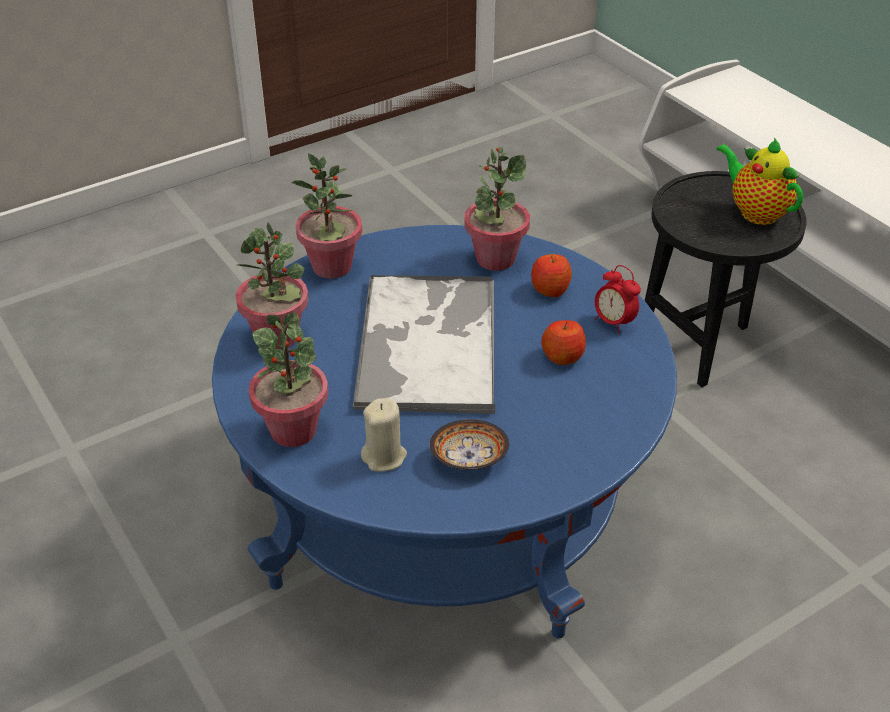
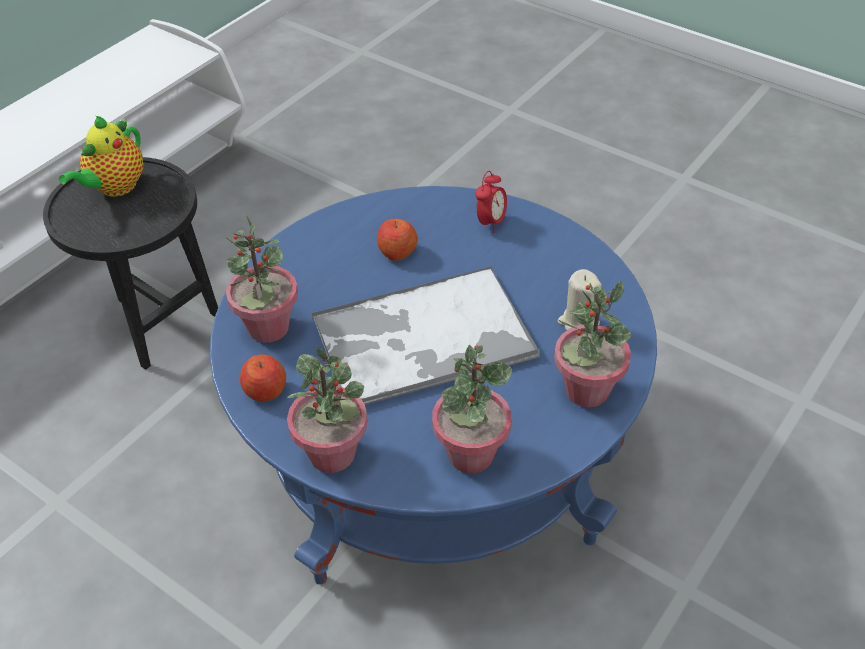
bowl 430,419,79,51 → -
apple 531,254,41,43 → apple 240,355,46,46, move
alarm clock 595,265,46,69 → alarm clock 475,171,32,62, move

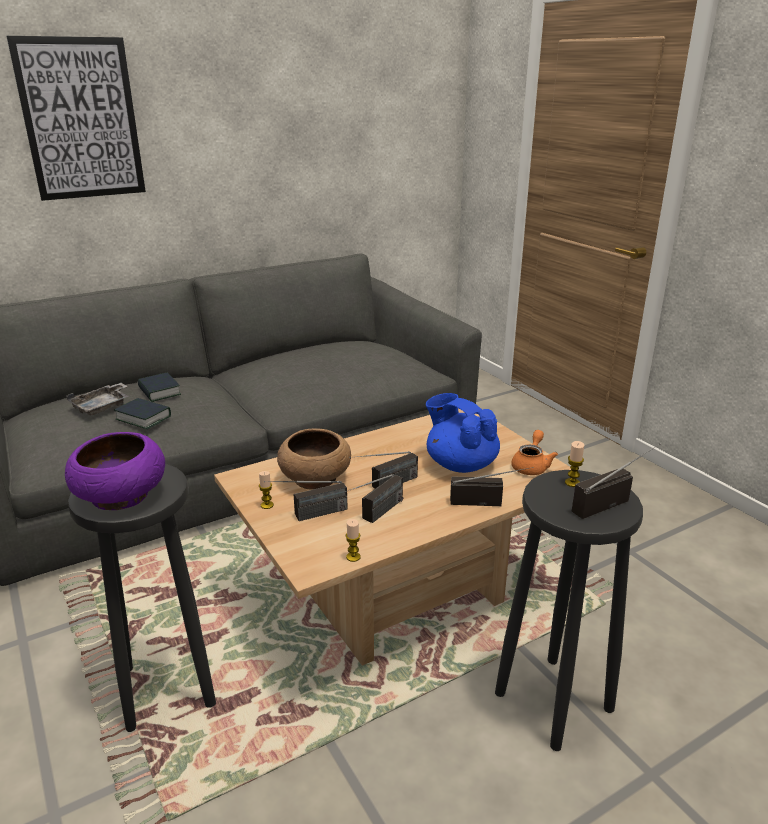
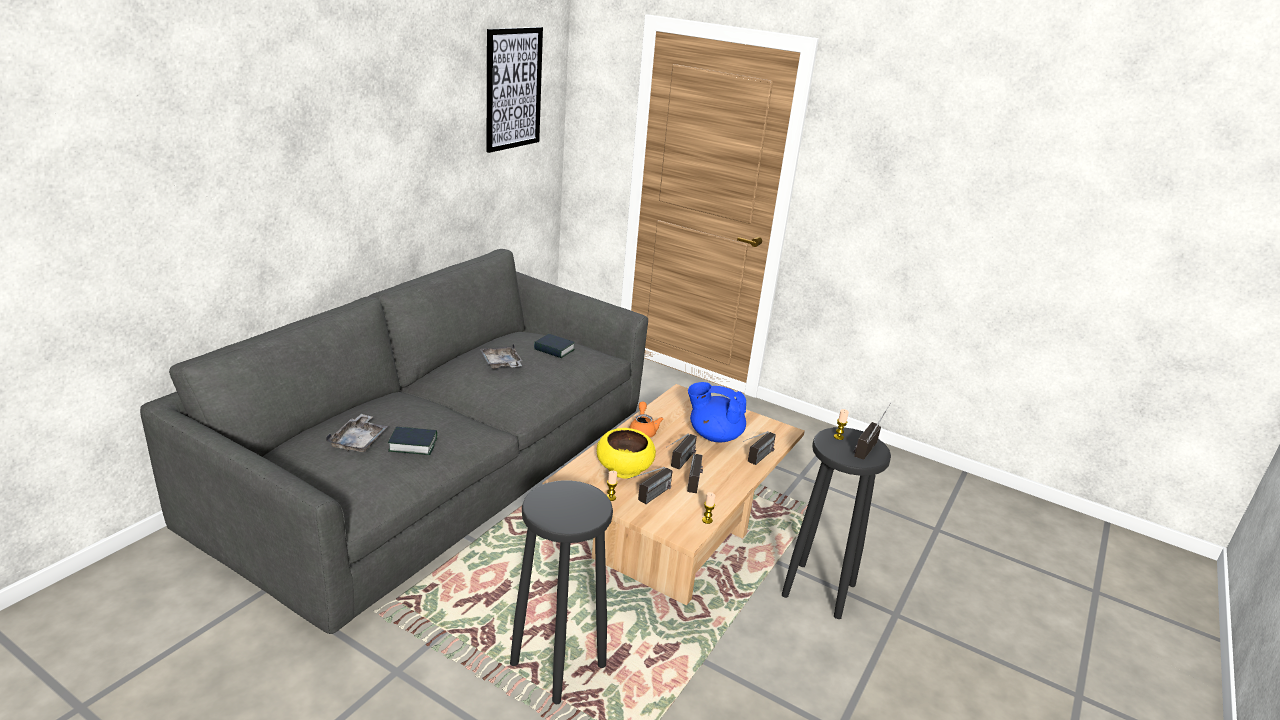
bowl (purple) 65,432,100,78 → -
- → tray (grey) 480,344,42,25
picture 6,36,140,165 → picture 487,27,56,126, move
book 138,373,43,29 → book 534,334,41,24, move
teapot (orange) 512,430,46,45 → teapot (orange) 629,402,34,35, move
bowl (brown) 277,428,74,62 → bowl (yellow) 596,428,60,51
radio 450,467,84,39 → radio 743,431,33,34, 150 degrees clockwise

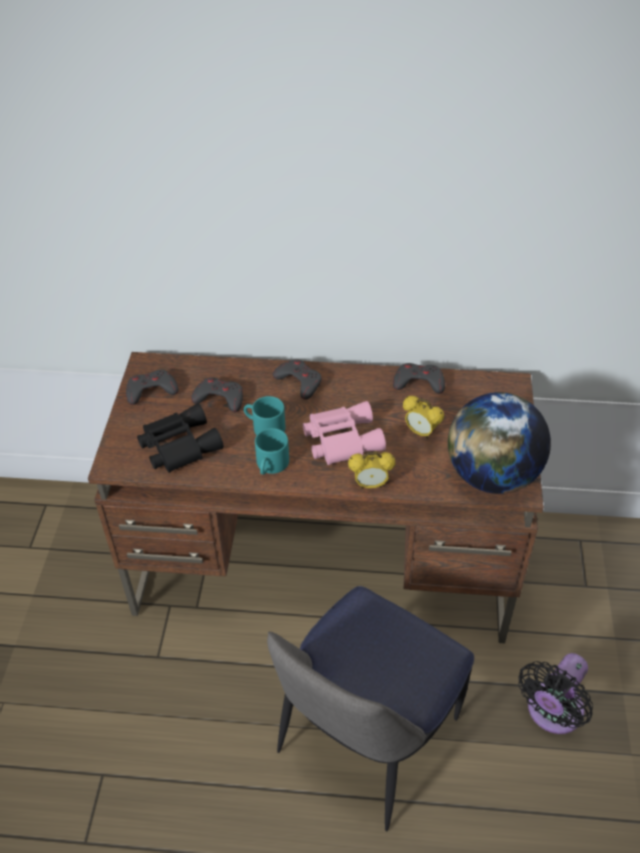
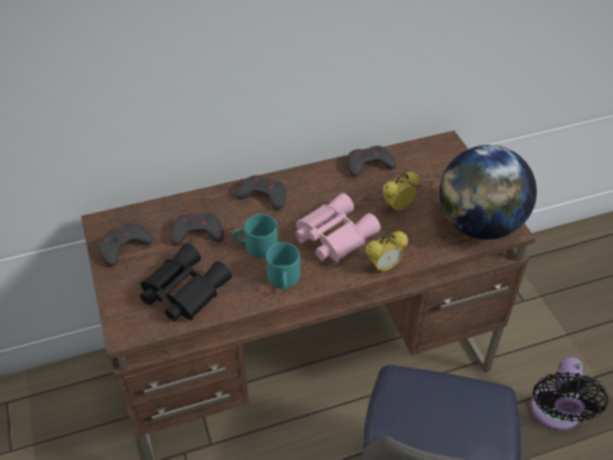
alarm clock 403,396,41,43 → alarm clock 382,172,38,39, 135 degrees clockwise

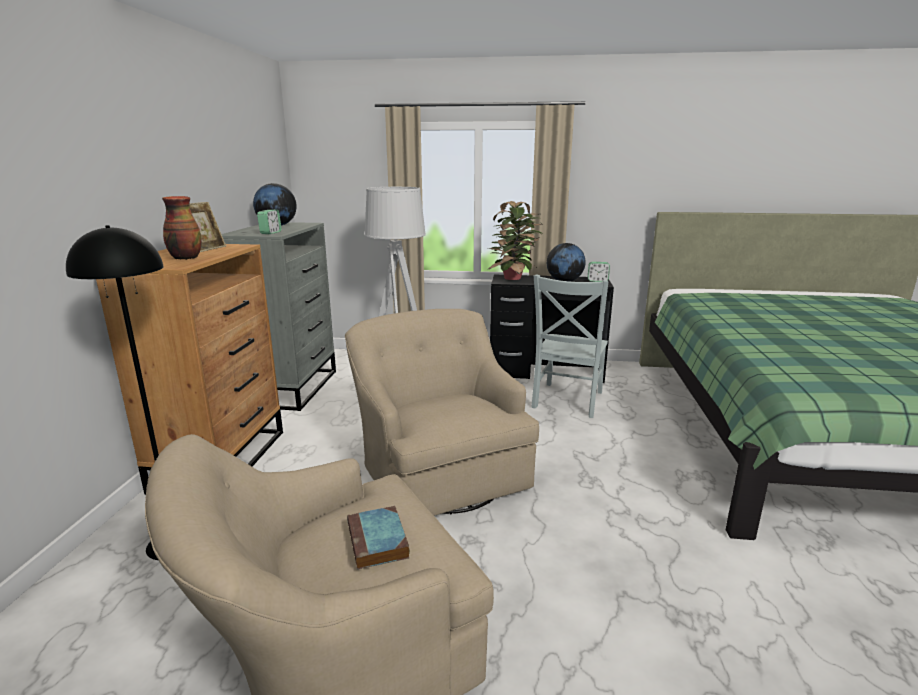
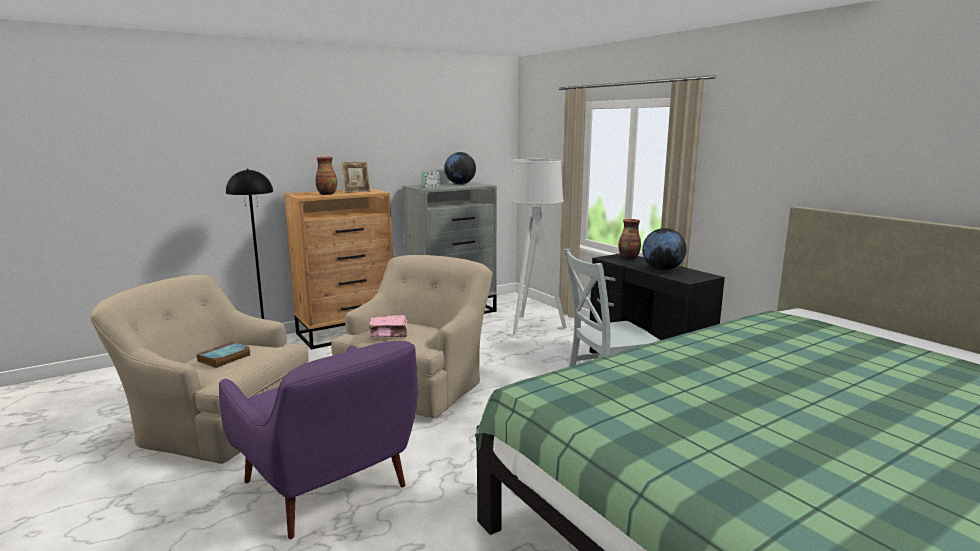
alarm clock 588,262,22,20 → -
- → armchair (purple) 219,341,199,198
- → book (pink) 369,315,38,22
potted plant 487,201,56,79 → vase 618,219,23,41

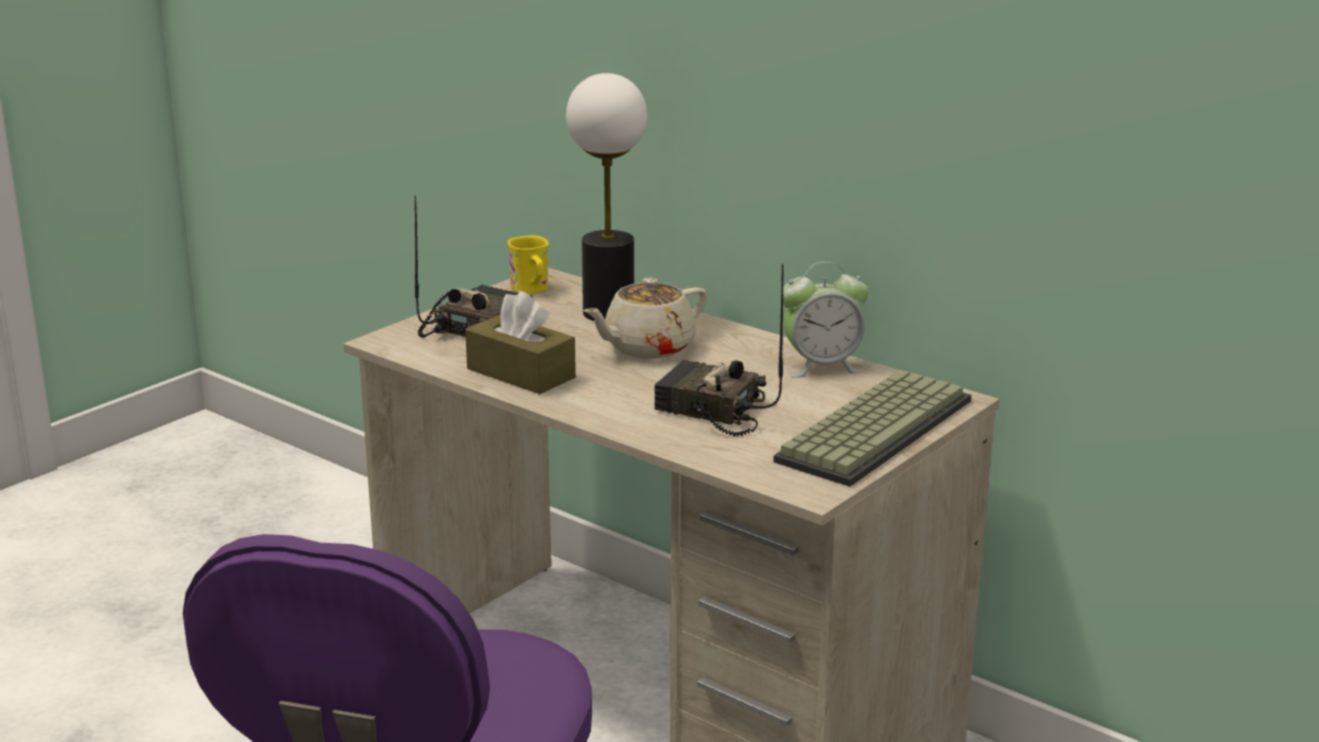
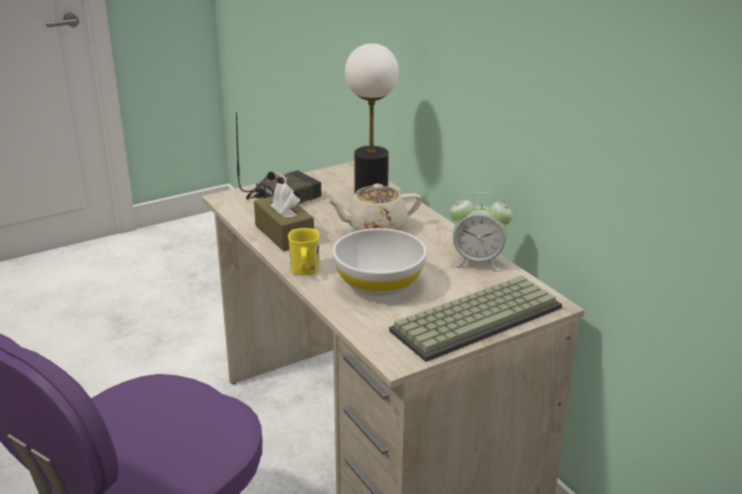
mug (yellow) 508,235,41,59 → mug (yellow) 288,228,32,47, move
radio 655,264,128,173 → bowl (white) 332,228,95,68

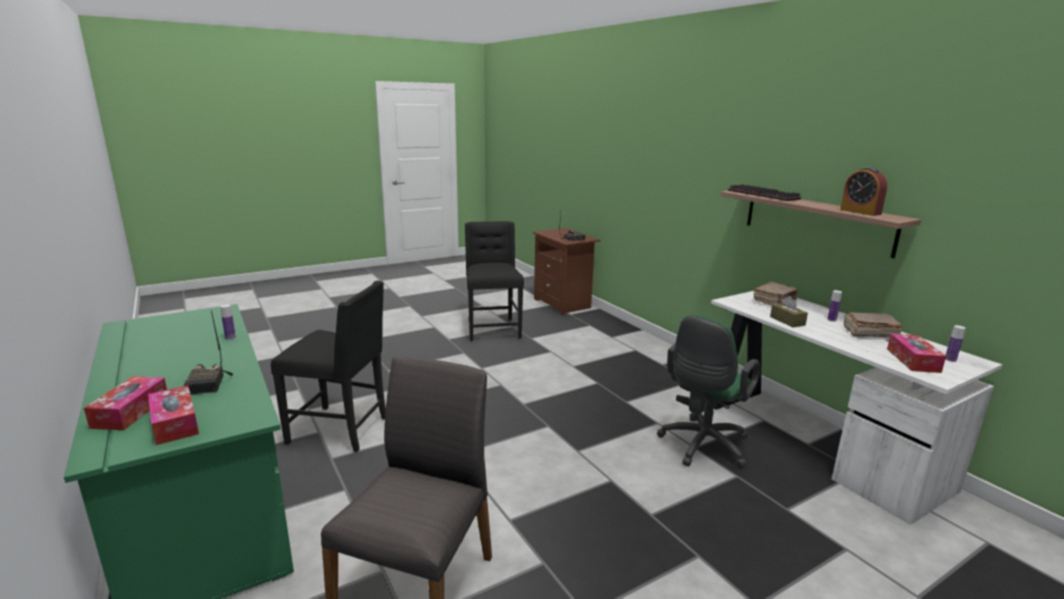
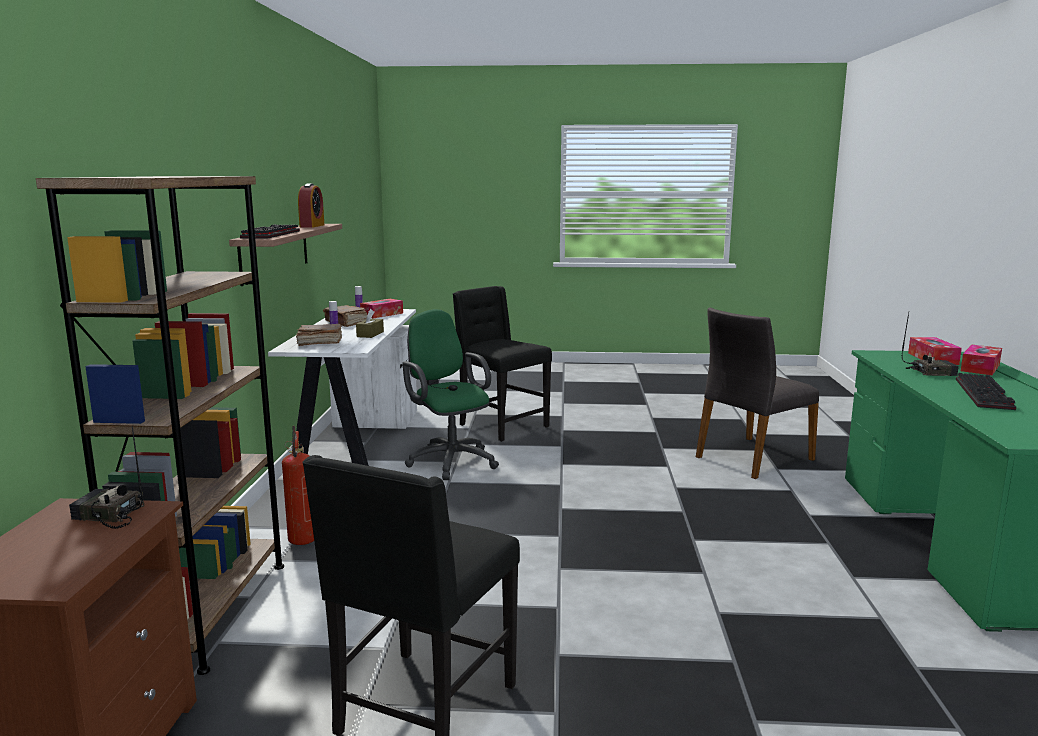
bottle 220,304,16,36 → -
- → bookcase (brown) 36,176,248,499
- → fire extinguisher 282,426,32,119
- → keyboard 956,373,60,37
chair (black) 271,281,115,171 → chair (black) 453,286,99,156, move
radio 183,310,50,85 → radio 901,313,58,63, 75 degrees clockwise
office chair (green) 657,315,103,152 → office chair (green) 403,309,96,171, 105 degrees counterclockwise

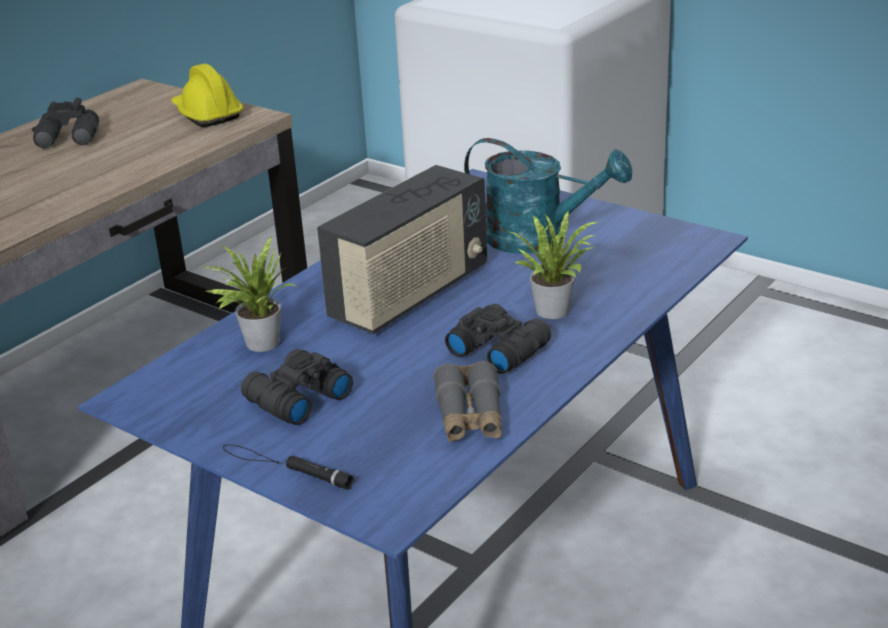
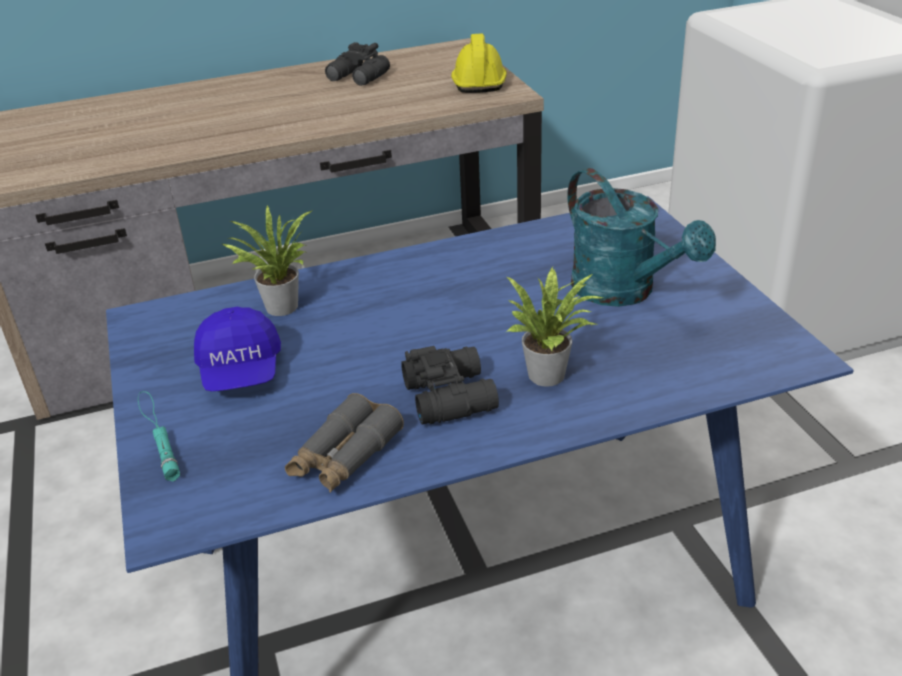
radio 317,165,170,169 → -
binoculars (black) 241,349,112,76 → cap (blue) 194,307,87,84
flashlight (black) 223,444,132,46 → flashlight (turquoise) 138,391,42,90

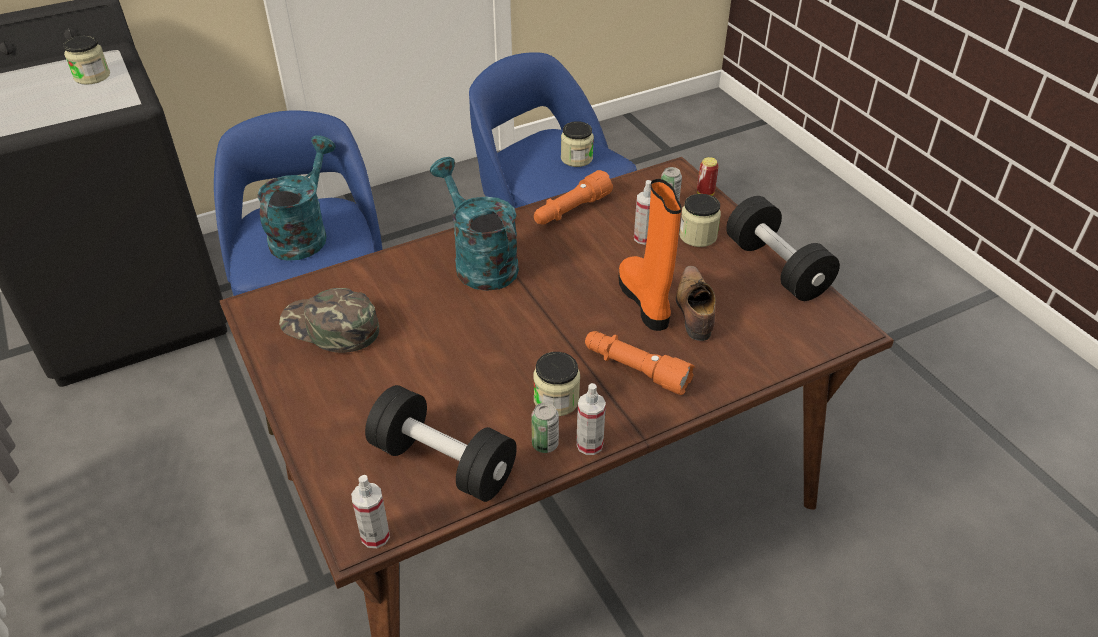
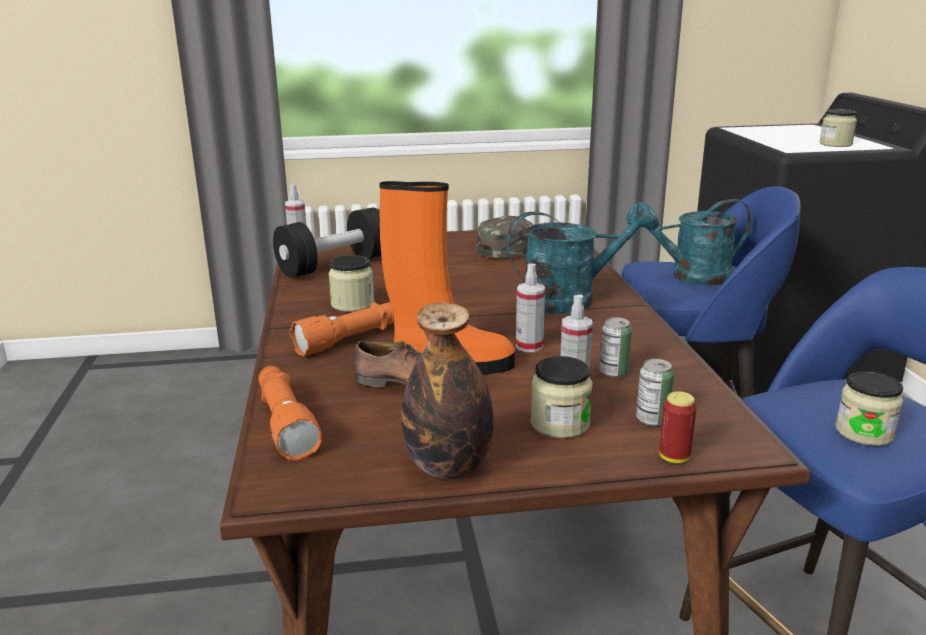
can 531,403,28,50 → can 599,317,33,61, move
flashlight (orange) 534,170,79,54 → flashlight (orange) 258,366,64,95, move
spray bottle 576,383,30,72 → spray bottle 516,264,29,88, move
dumbbell (black) 726,196,114,105 → bottle 402,302,92,177
watering can (turquoise) 257,135,79,126 → watering can (turquoise) 626,199,126,86, 135 degrees clockwise

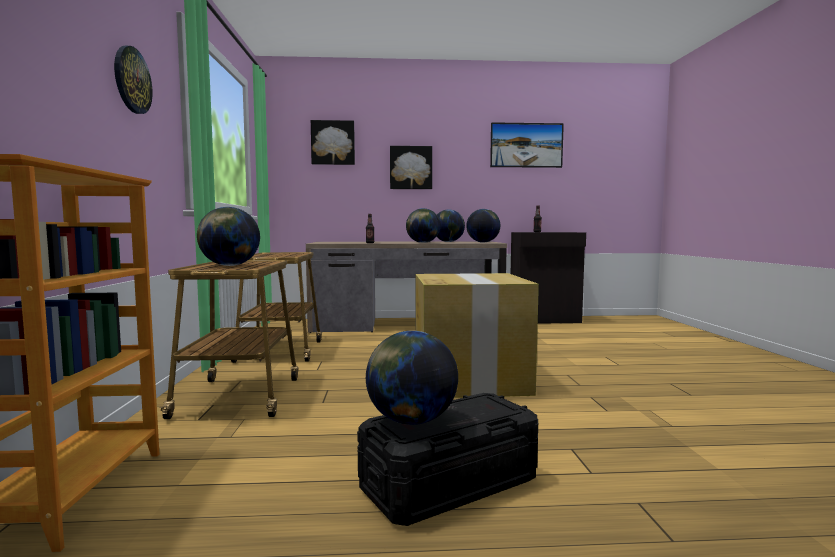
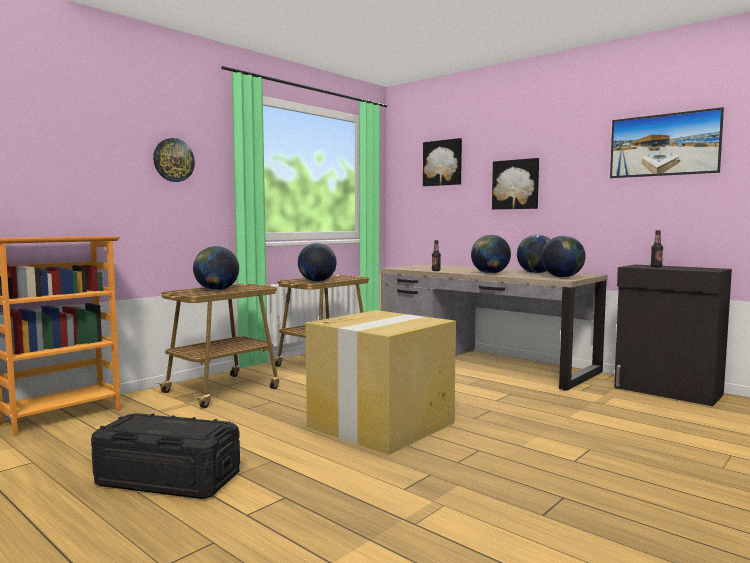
globe 366,331,92,94 → globe 298,243,39,39, move

